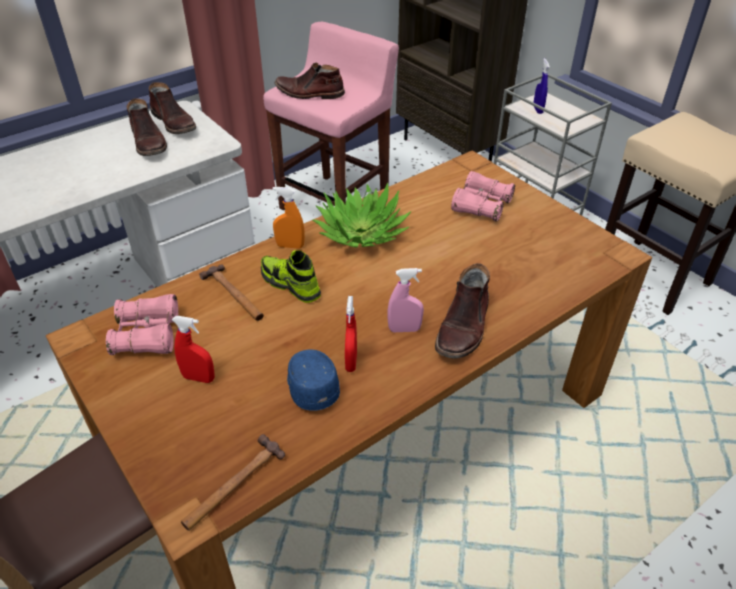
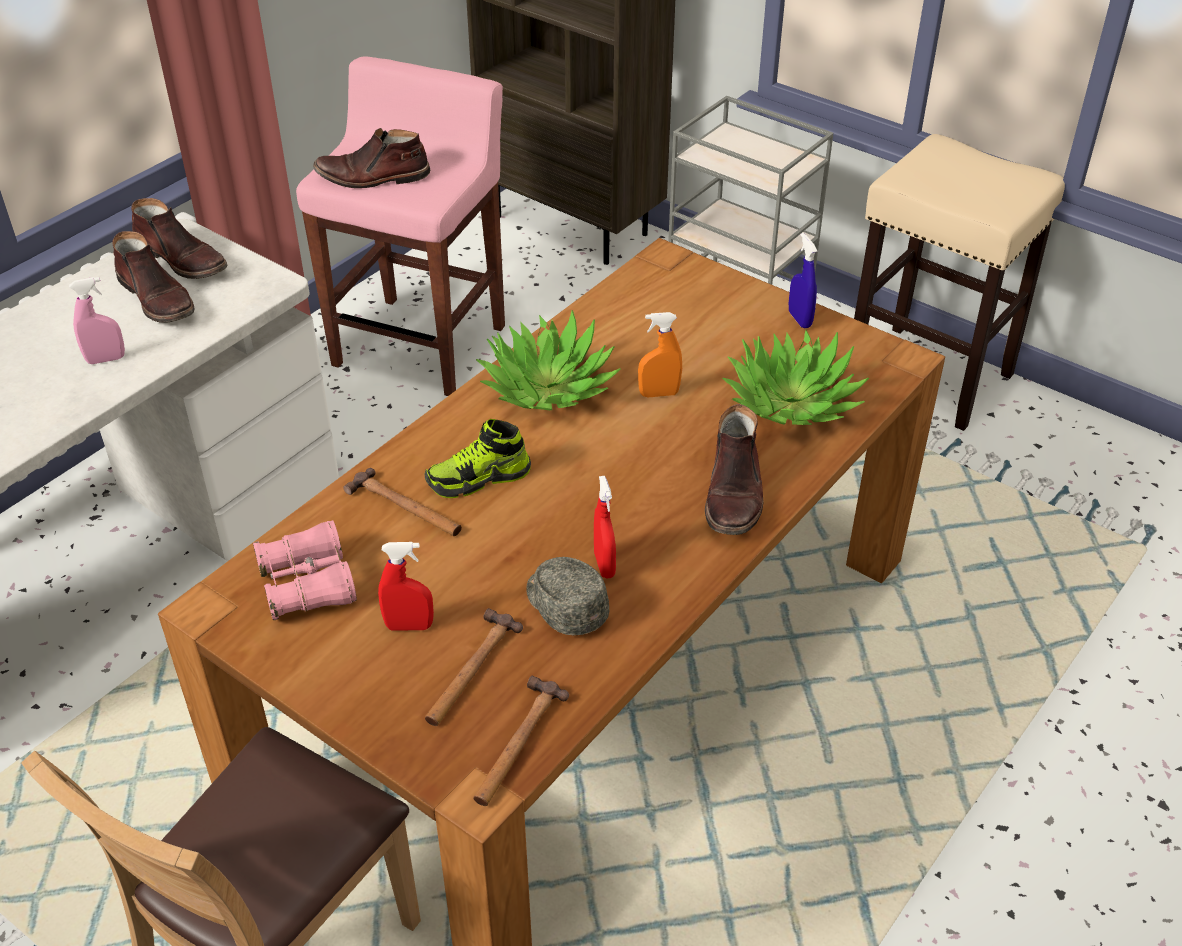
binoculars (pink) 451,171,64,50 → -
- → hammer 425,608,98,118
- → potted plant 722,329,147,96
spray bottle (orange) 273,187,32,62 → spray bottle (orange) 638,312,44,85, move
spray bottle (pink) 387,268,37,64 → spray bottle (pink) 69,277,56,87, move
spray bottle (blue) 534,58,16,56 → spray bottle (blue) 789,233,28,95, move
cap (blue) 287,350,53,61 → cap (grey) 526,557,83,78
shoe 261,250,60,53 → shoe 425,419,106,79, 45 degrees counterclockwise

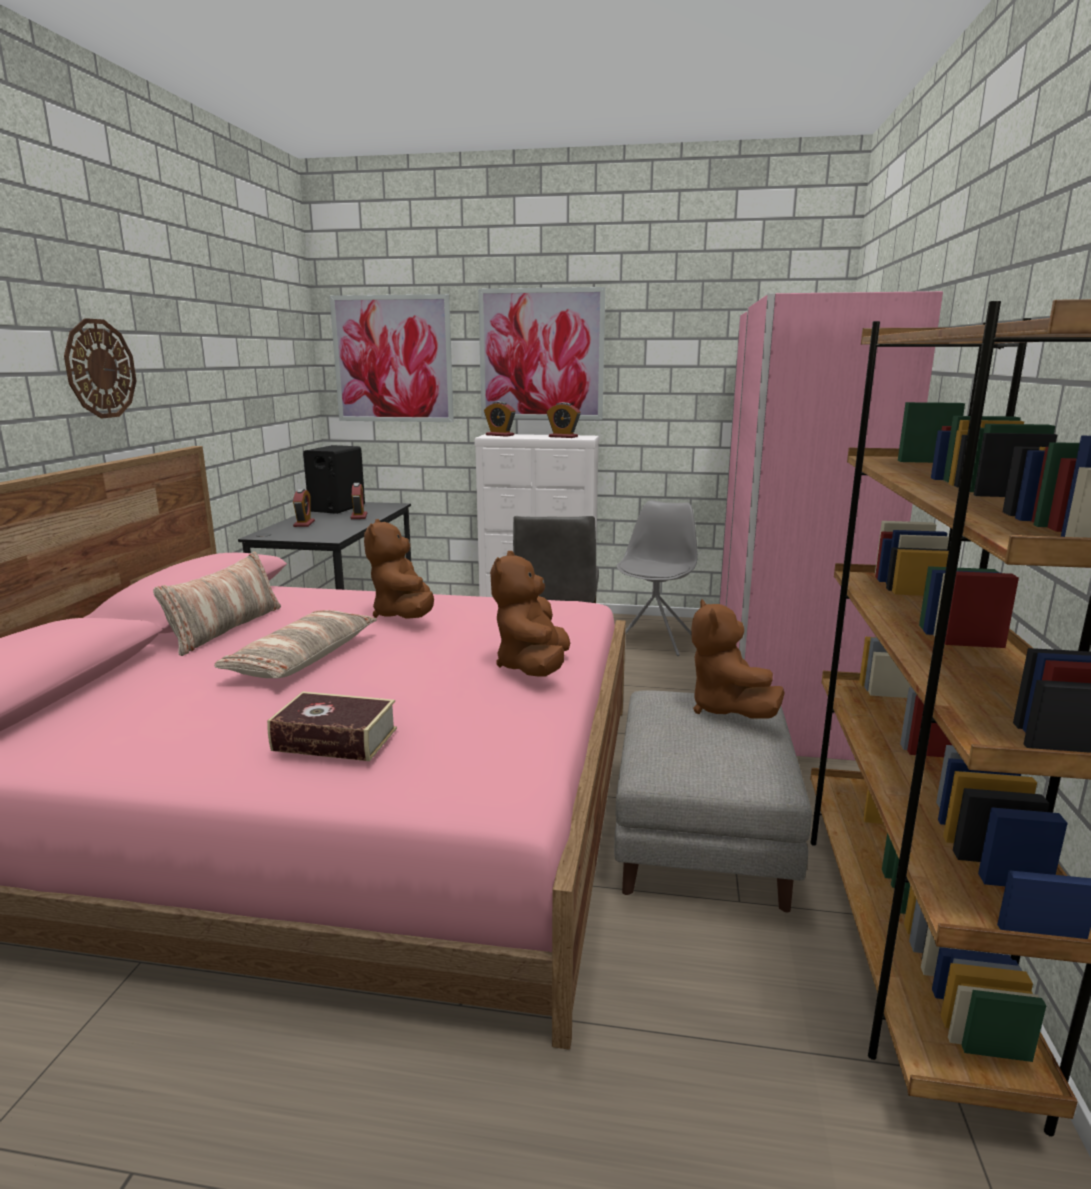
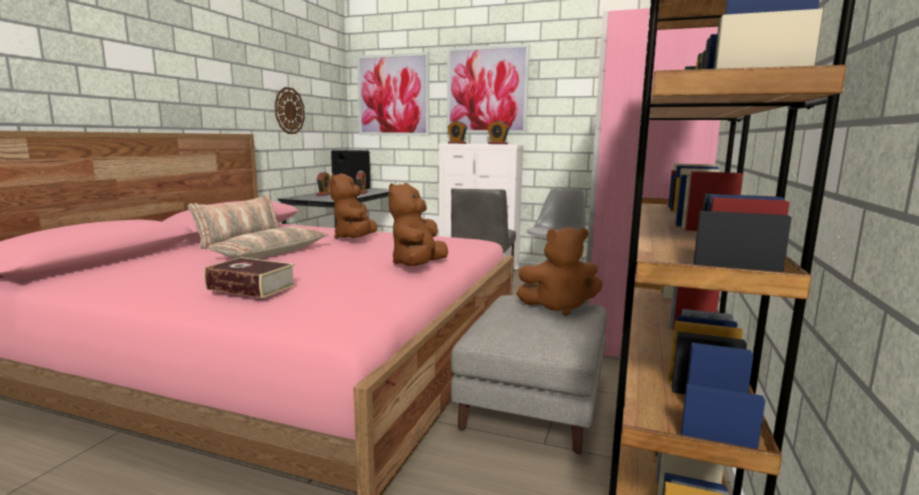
wall clock 64,318,73,101 → wall clock 275,87,30,47, move
plush toy (brown) 691,599,94,120 → plush toy (brown) 517,227,86,89, 90 degrees counterclockwise

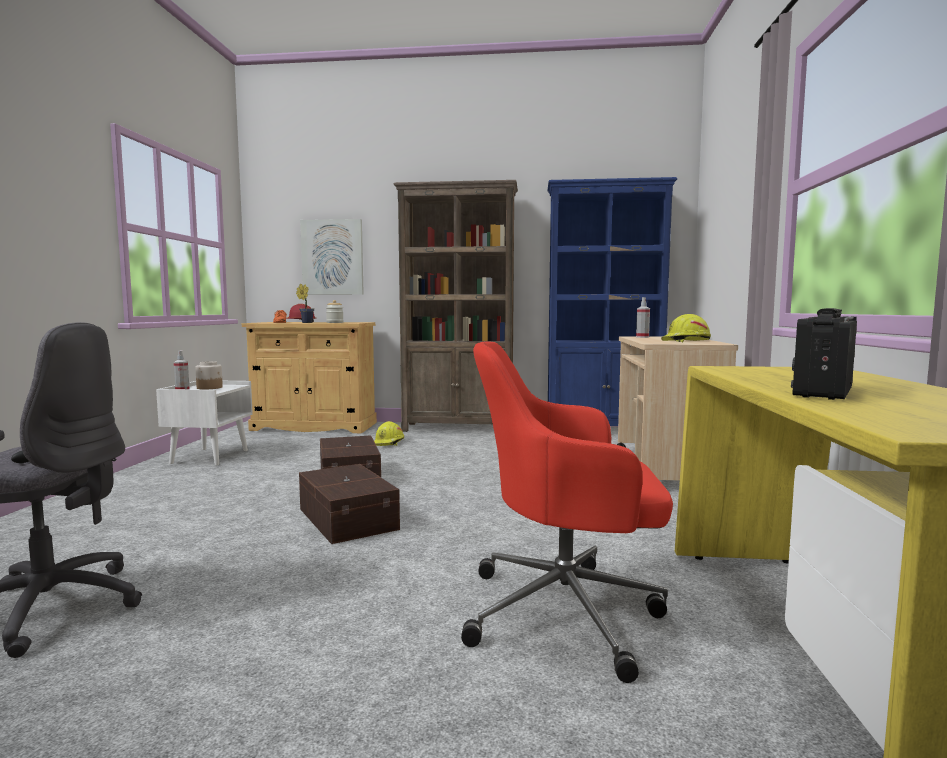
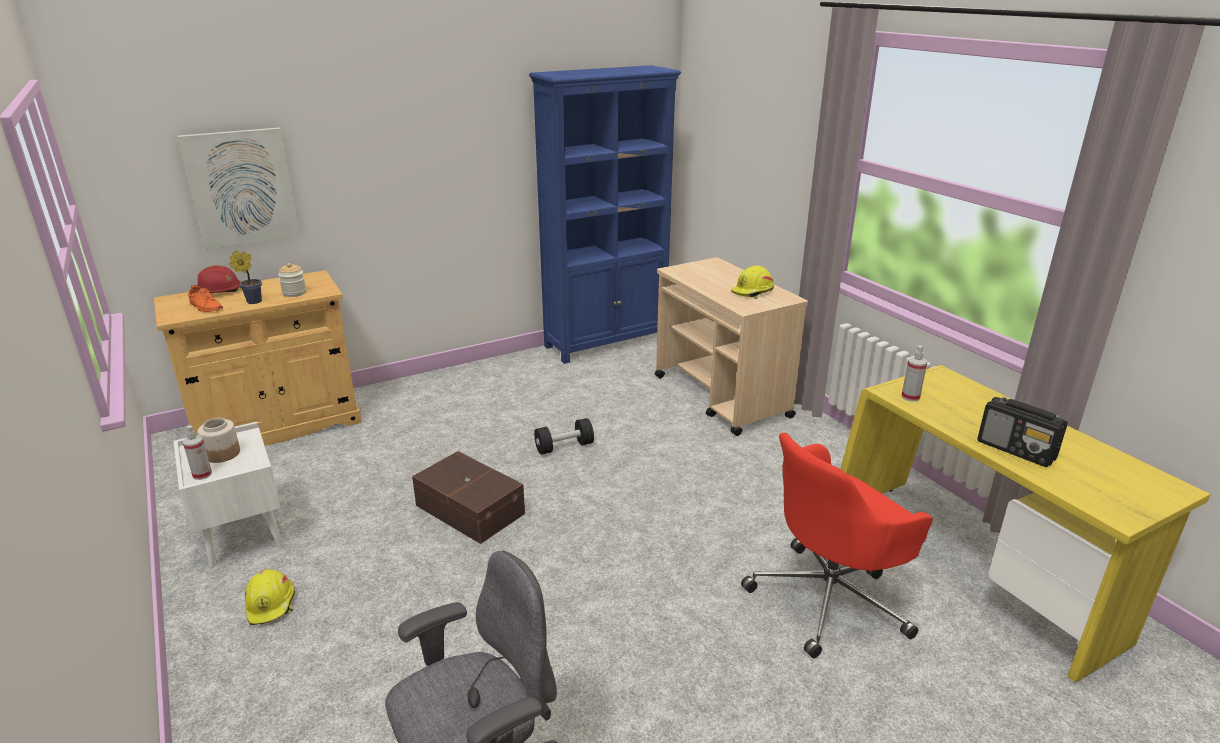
storage box (brown) 299,464,101,80 → -
bookcase (brown) 394,180,124,252 → -
- → dumbbell (black) 534,418,60,37
hard hat (yellow) 374,421,30,25 → hard hat (yellow) 245,569,50,56, move
spray bottle 636,297,14,41 → spray bottle 901,345,26,57, move
radio 791,308,66,92 → radio 977,397,91,70, 45 degrees counterclockwise

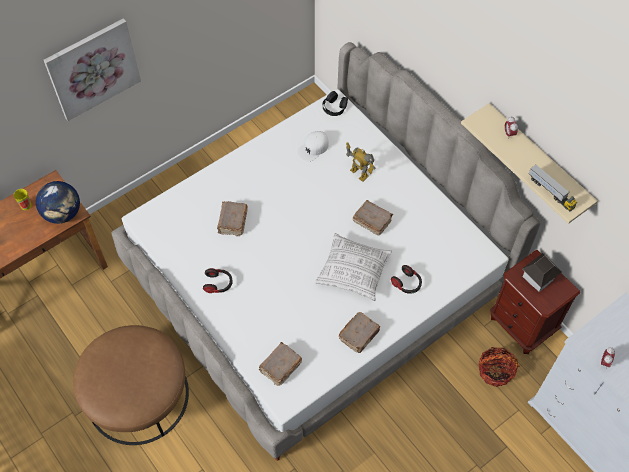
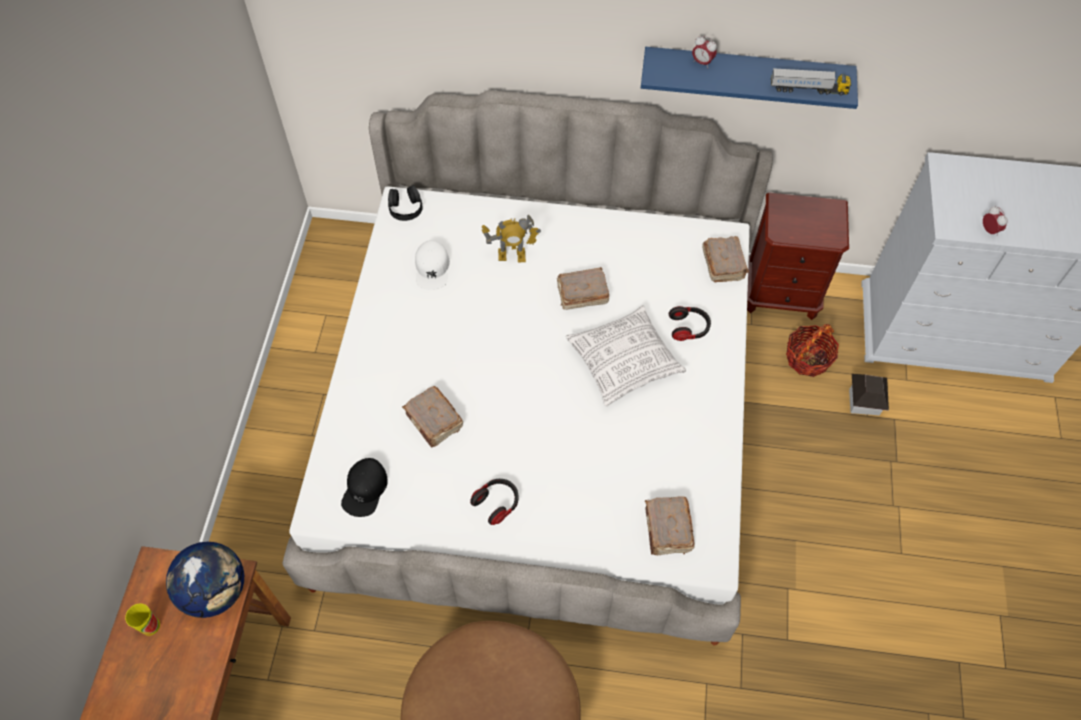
picture 44,18,97,103 → -
- → cap (black) 341,458,47,59
book (brown) 339,312,41,41 → book (brown) 702,236,47,46, move
toy house 522,253,40,39 → toy house 849,374,40,41, move
shelf (beige) 461,103,137,121 → shelf (blue) 641,47,217,62

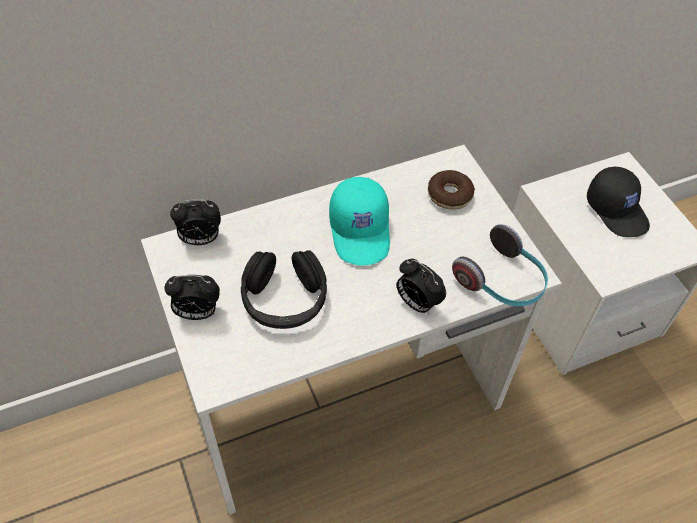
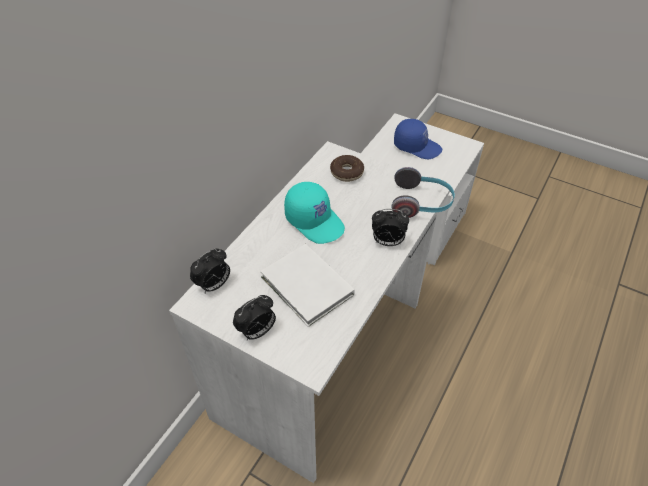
headphones (black) 241,250,86,79 → book (white) 260,244,95,83
cap (black) 587,166,63,71 → cap (blue) 394,119,48,40

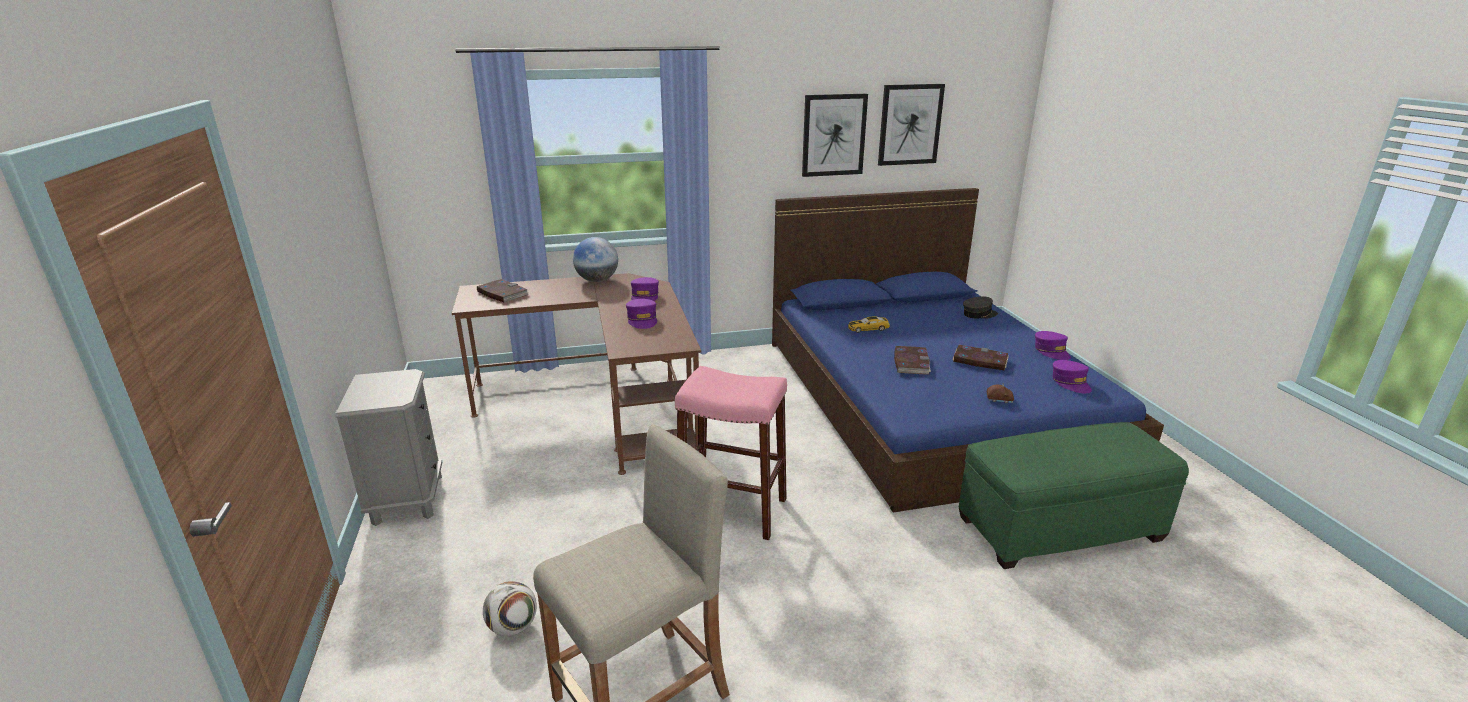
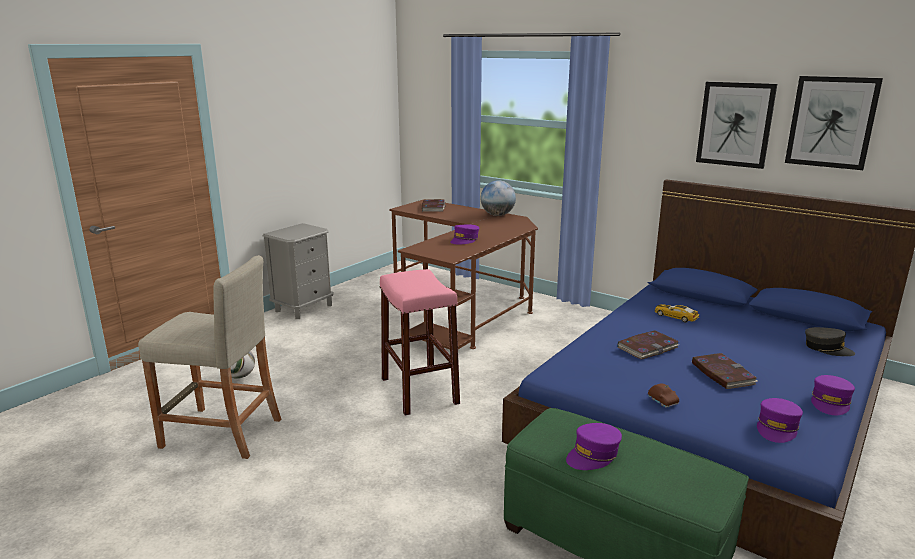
cap (purple) 631,277,28,24 → cap (purple) 566,423,56,47, move

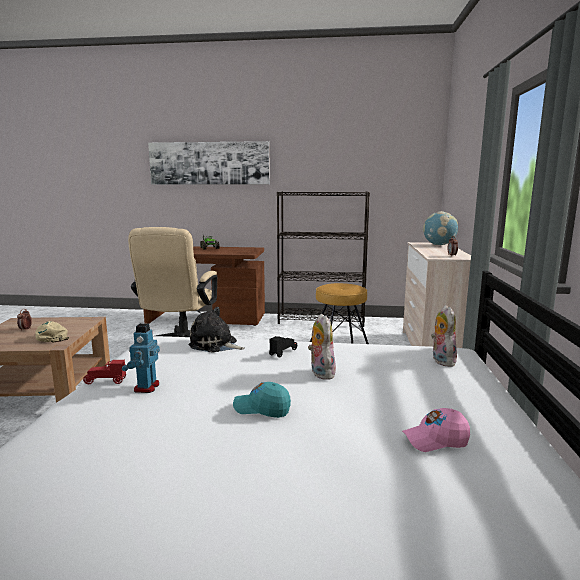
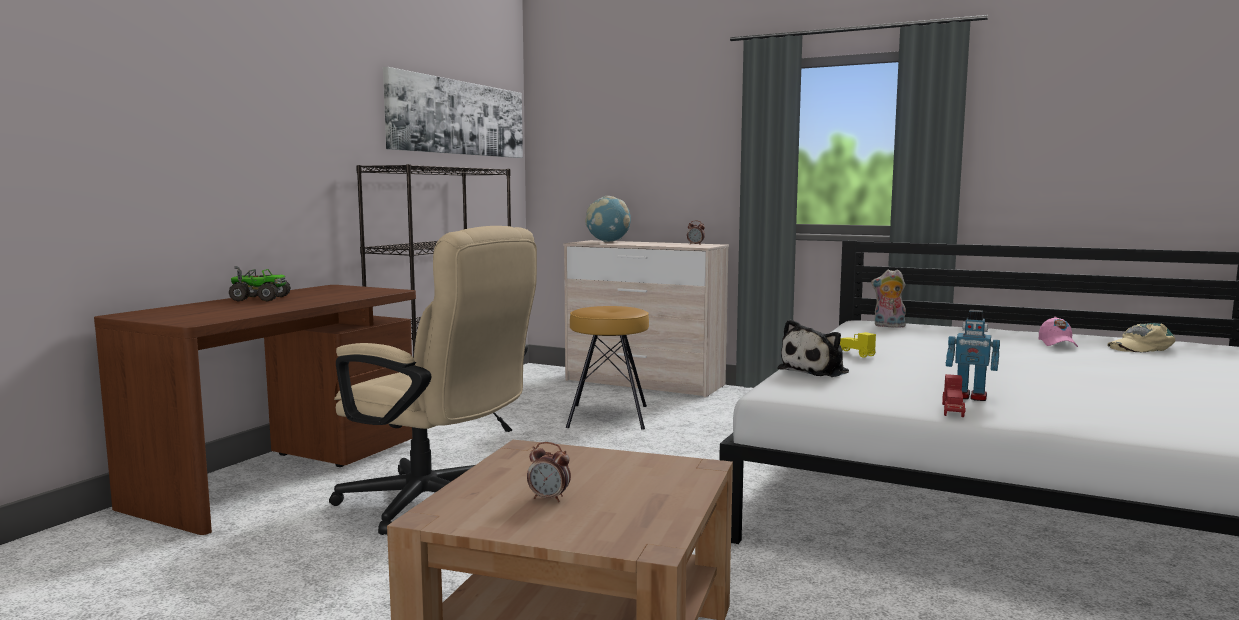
cap (turquoise) 233,382,58,36 → -
plush toy 308,314,28,66 → -
cap (beige) 35,321,34,21 → cap (beige) 1107,323,68,29, move
picture 148,141,122,43 → picture 383,67,140,91, move
toy car (black) 269,336,28,22 → toy car (yellow) 840,332,36,26

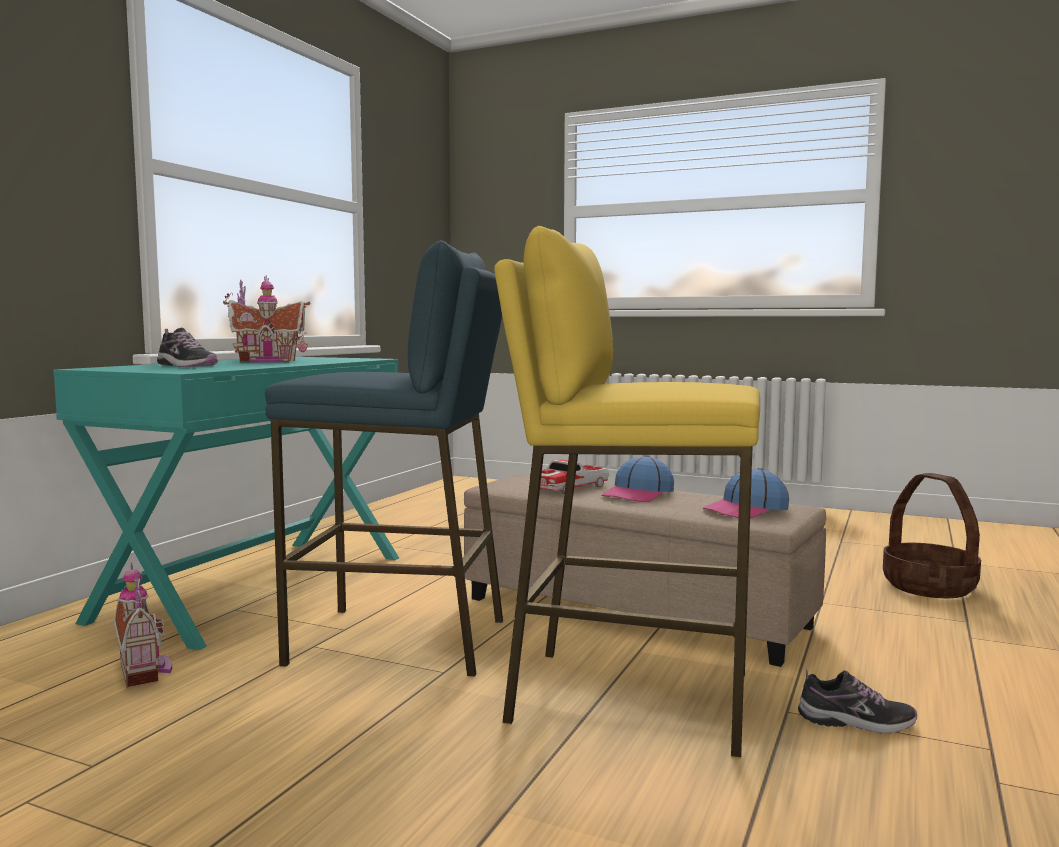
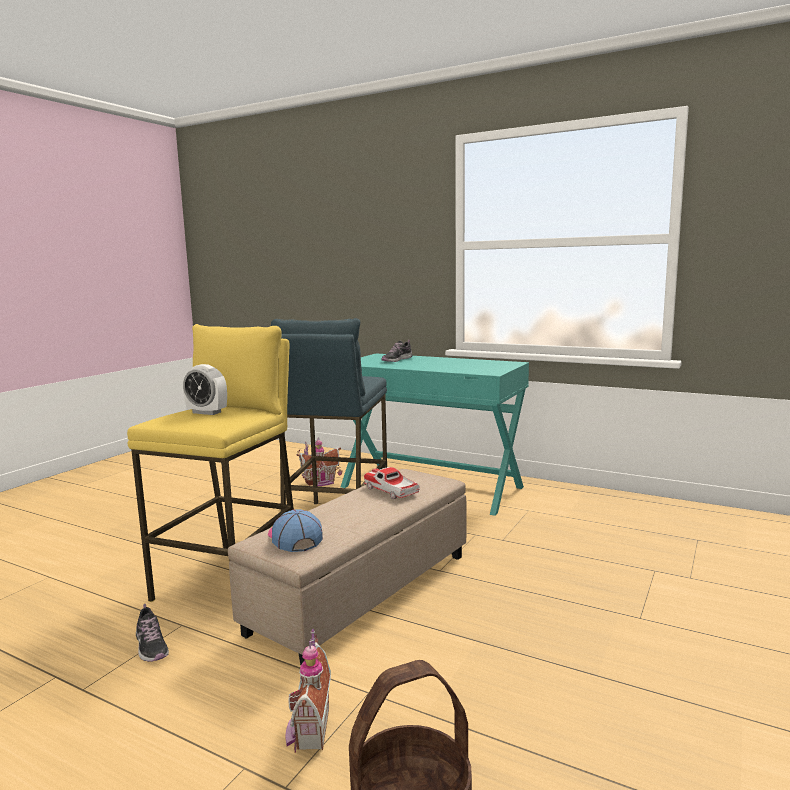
cap 602,455,72,47 → -
- → alarm clock 183,364,44,51
toy house 223,276,87,87 → toy house 285,629,46,124, move
shoe 798,670,119,64 → shoe 136,604,33,58, 45 degrees counterclockwise

